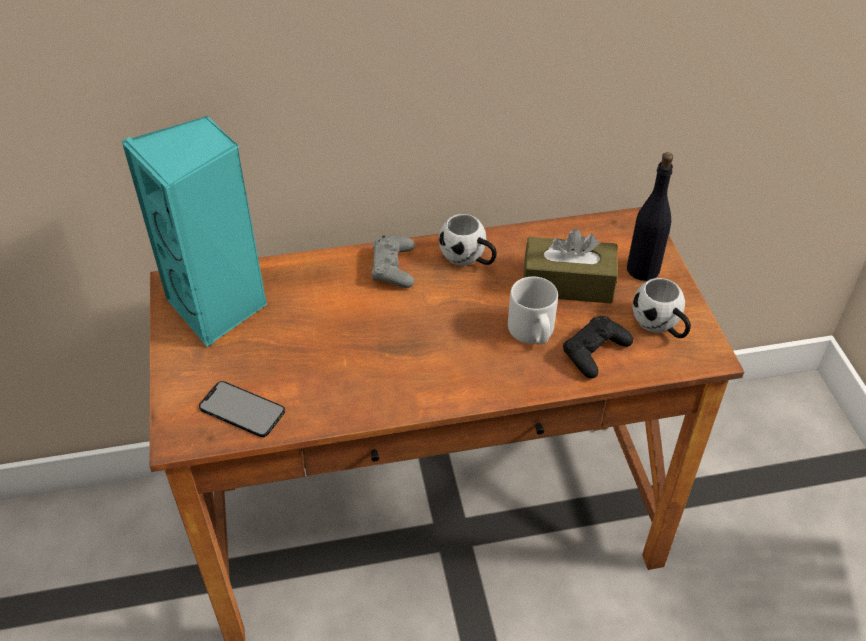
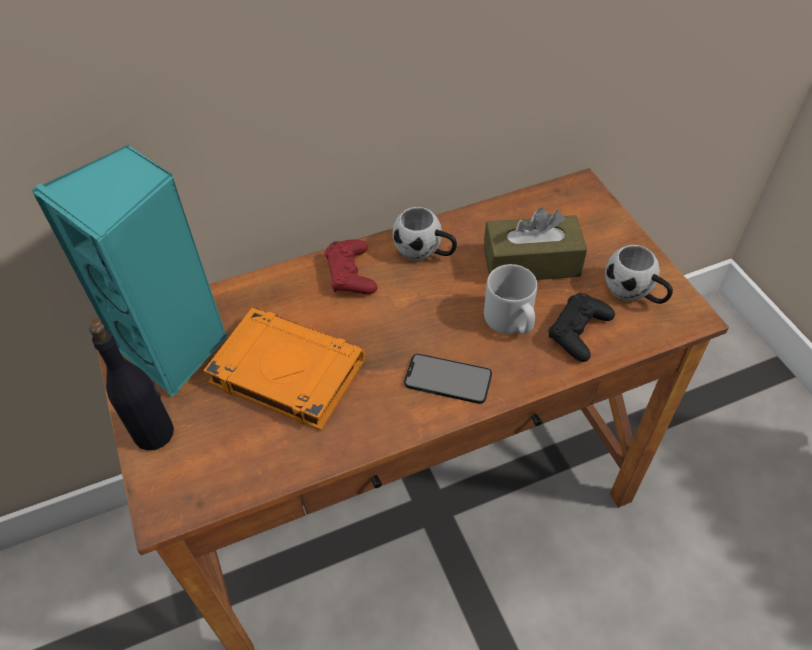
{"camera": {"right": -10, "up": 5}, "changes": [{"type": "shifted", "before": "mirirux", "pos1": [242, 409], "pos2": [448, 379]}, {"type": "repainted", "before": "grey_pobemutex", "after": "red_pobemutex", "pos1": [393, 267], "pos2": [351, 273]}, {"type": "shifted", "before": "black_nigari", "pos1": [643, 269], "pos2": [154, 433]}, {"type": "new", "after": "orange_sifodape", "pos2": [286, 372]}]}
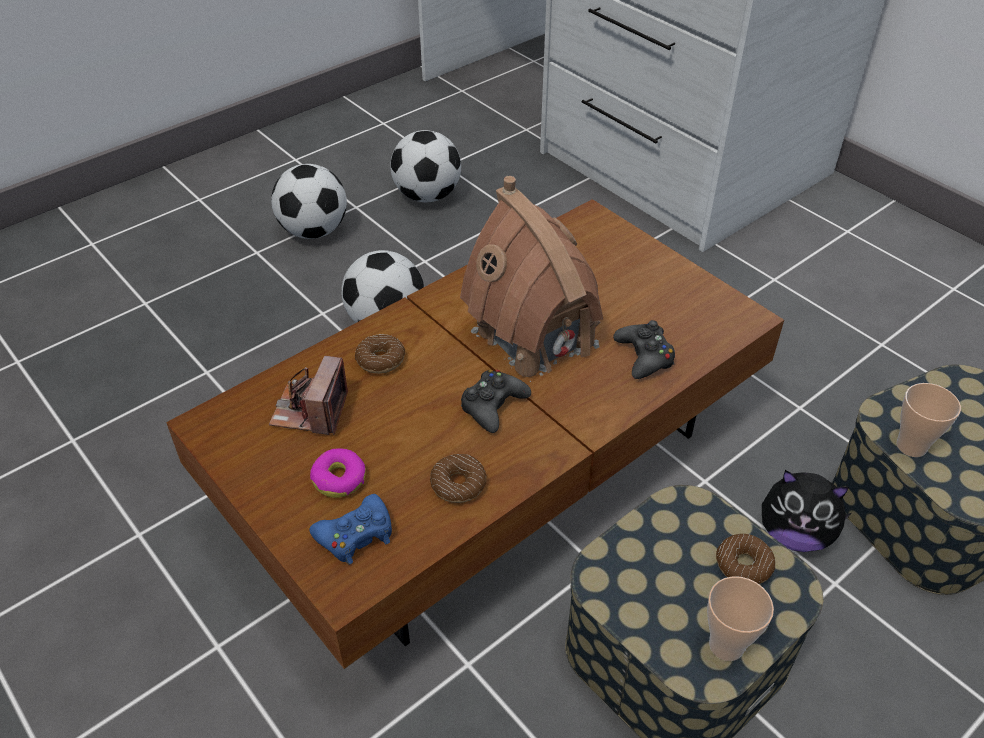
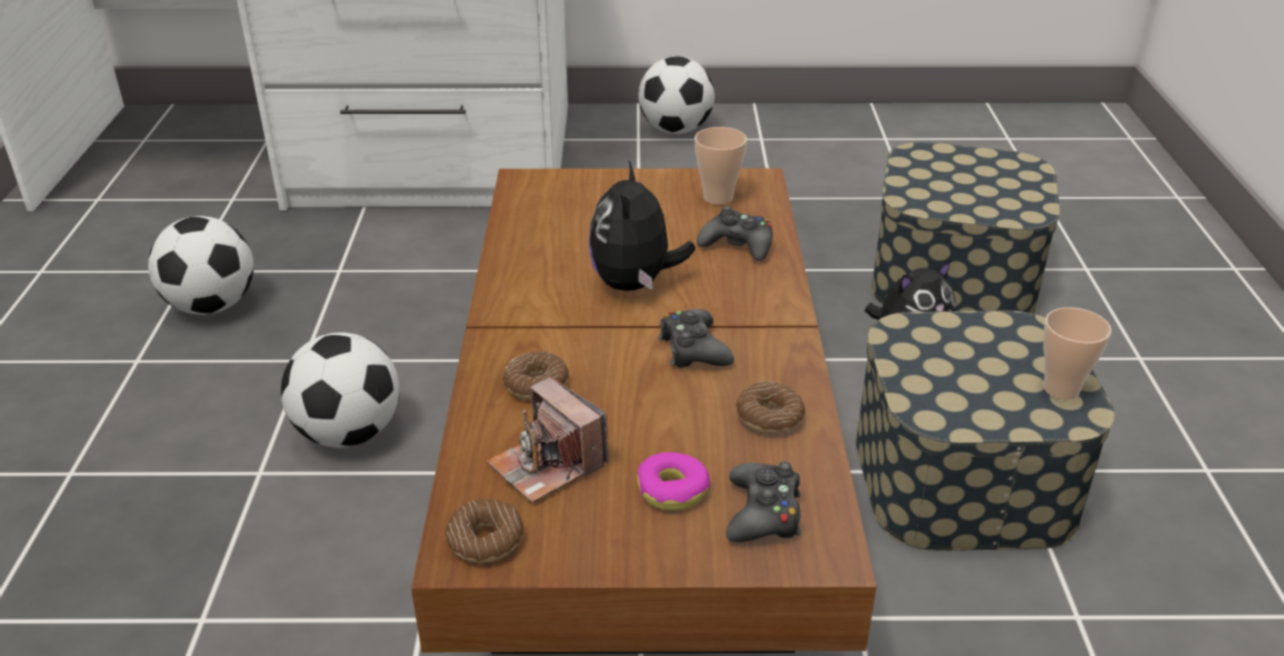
{"camera": {"right": -50, "up": -10}, "changes": [{"type": "shifted", "before": "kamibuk", "pos1": [314, 231], "pos2": [675, 130]}, {"type": "repainted", "before": "blue_pobemutex", "after": "black_pobemutex", "pos1": [356, 535], "pos2": [763, 513]}, {"type": "swapped", "before": "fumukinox", "after": "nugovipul", "pos1": [534, 337], "pos2": [635, 284]}, {"type": "shifted", "before": "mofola", "pos1": [743, 565], "pos2": [485, 540]}, {"type": "shifted", "before": "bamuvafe", "pos1": [911, 446], "pos2": [718, 198]}]}
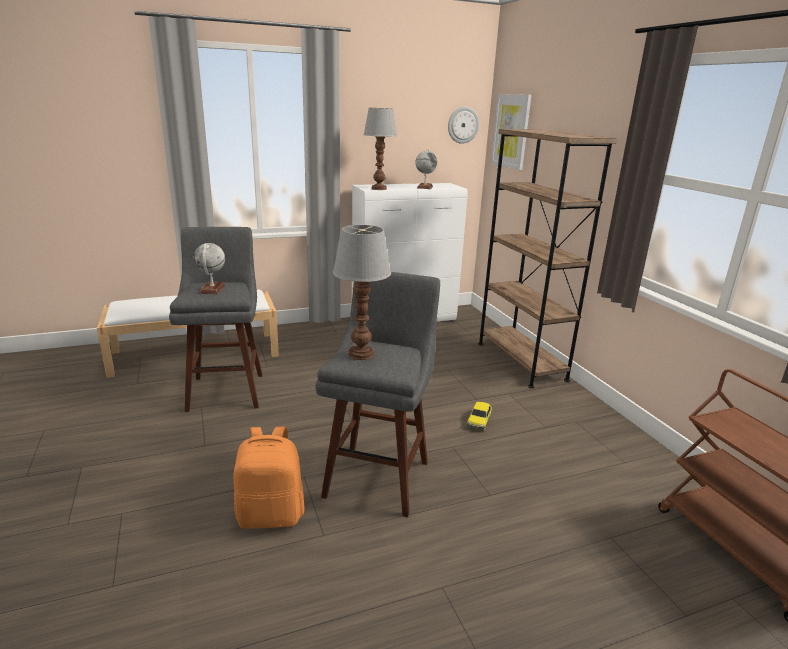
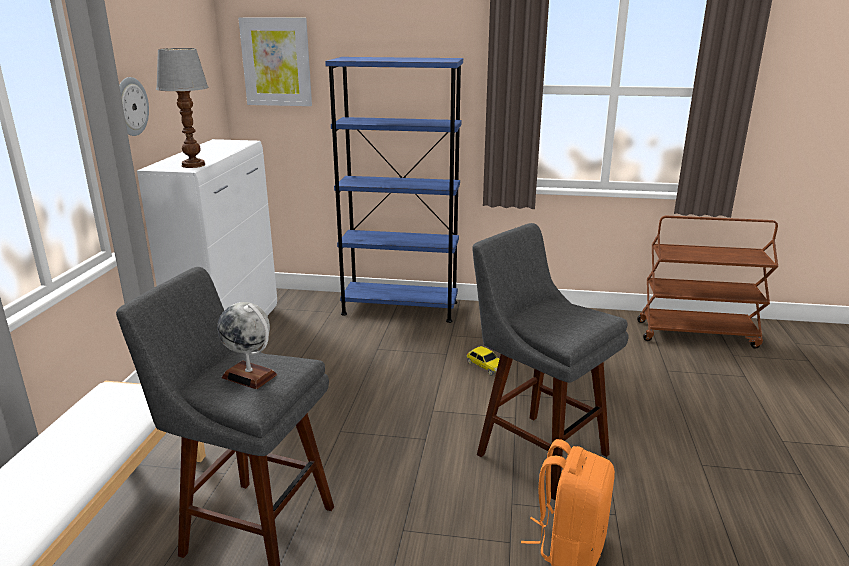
{"camera": {"right": -60, "up": 0}, "changes": [{"type": "gone", "before": "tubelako", "pos1": [361, 354]}, {"type": "gone", "before": "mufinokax", "pos1": [425, 187]}, {"type": "shifted", "before": "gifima", "pos1": [463, 125], "pos2": [130, 106]}, {"type": "repainted", "before": "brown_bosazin", "after": "blue_bosazin", "pos1": [521, 361], "pos2": [400, 308]}]}
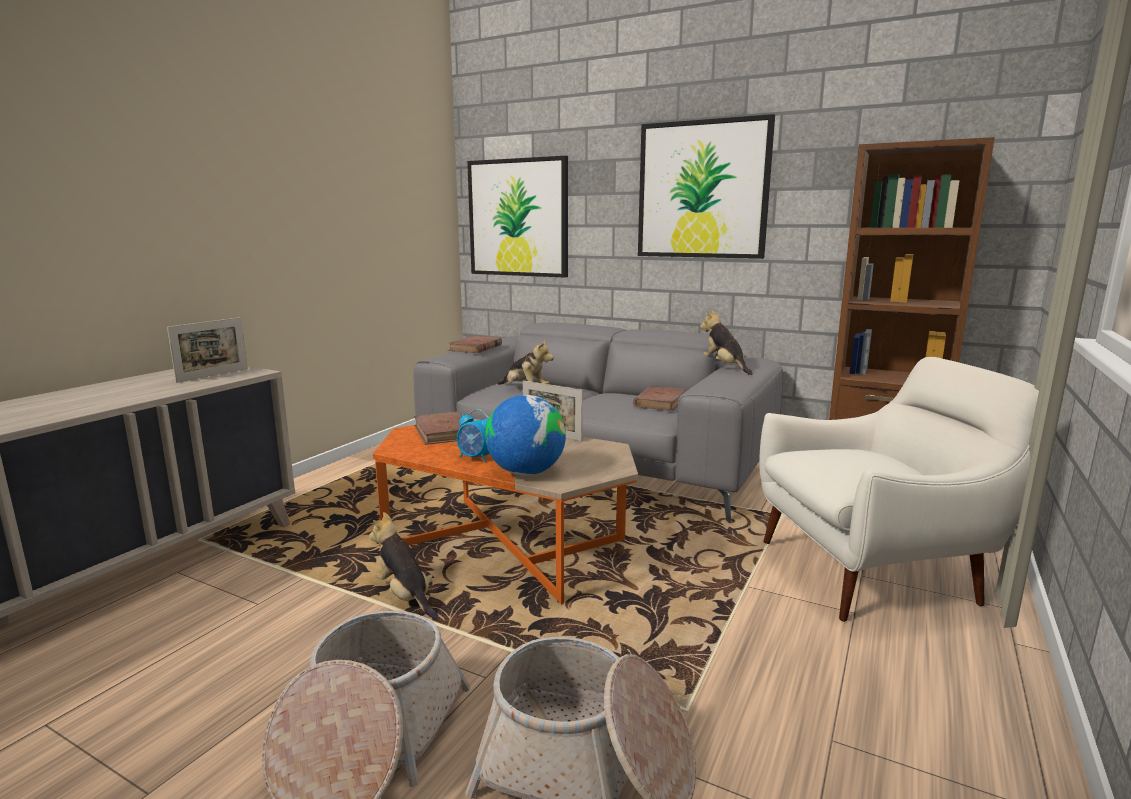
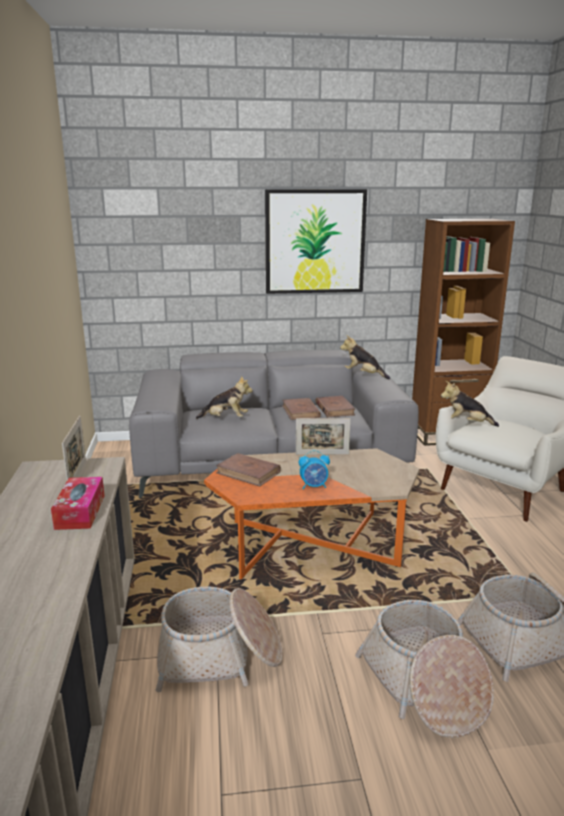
{"camera": {"right": -35, "up": 5}, "changes": [{"type": "shifted", "before": "nugovipul", "pos1": [405, 596], "pos2": [466, 424]}, {"type": "shifted", "before": "brown_sifodape", "pos1": [475, 348], "pos2": [300, 411]}, {"type": "gone", "before": "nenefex", "pos1": [518, 218]}, {"type": "gone", "before": "mufinokax", "pos1": [526, 472]}, {"type": "new", "after": "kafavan", "pos2": [80, 512]}, {"type": "new", "after": "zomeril", "pos2": [219, 656]}]}
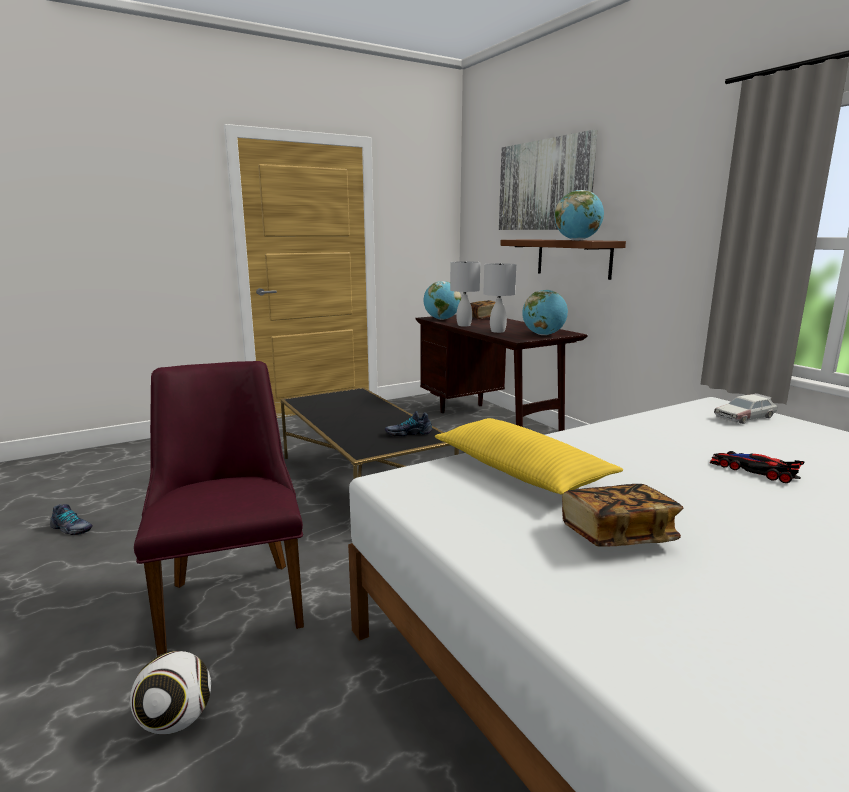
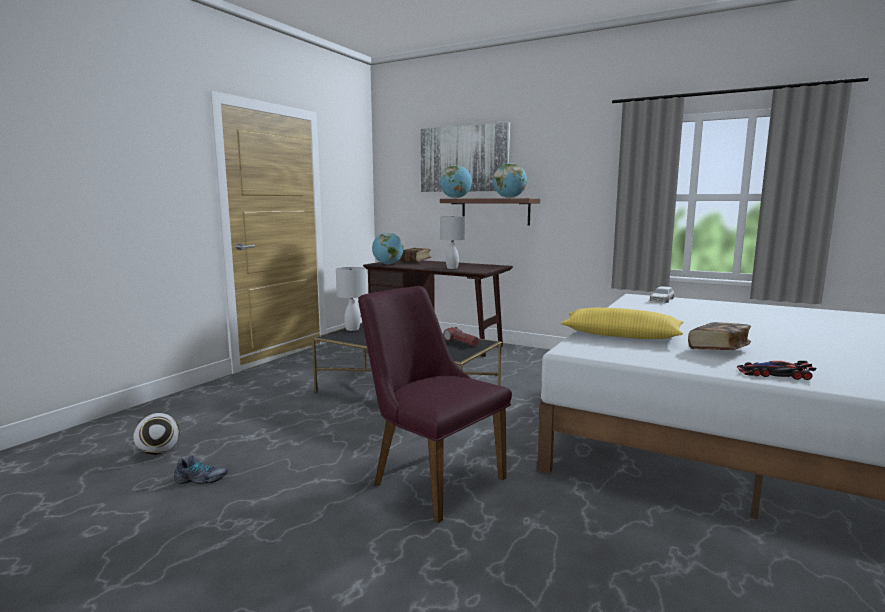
{"camera": {"right": -30, "up": -5}, "changes": [{"type": "shifted", "before": "kamibuk", "pos1": [176, 721], "pos2": [159, 452]}, {"type": "swapped", "before": "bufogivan", "after": "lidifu", "pos1": [408, 433], "pos2": [461, 342]}, {"type": "shifted", "before": "white_tubelako", "pos1": [464, 325], "pos2": [352, 329]}, {"type": "shifted", "before": "mufinokax", "pos1": [543, 335], "pos2": [456, 198]}, {"type": "shifted", "before": "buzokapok", "pos1": [753, 470], "pos2": [773, 374]}]}
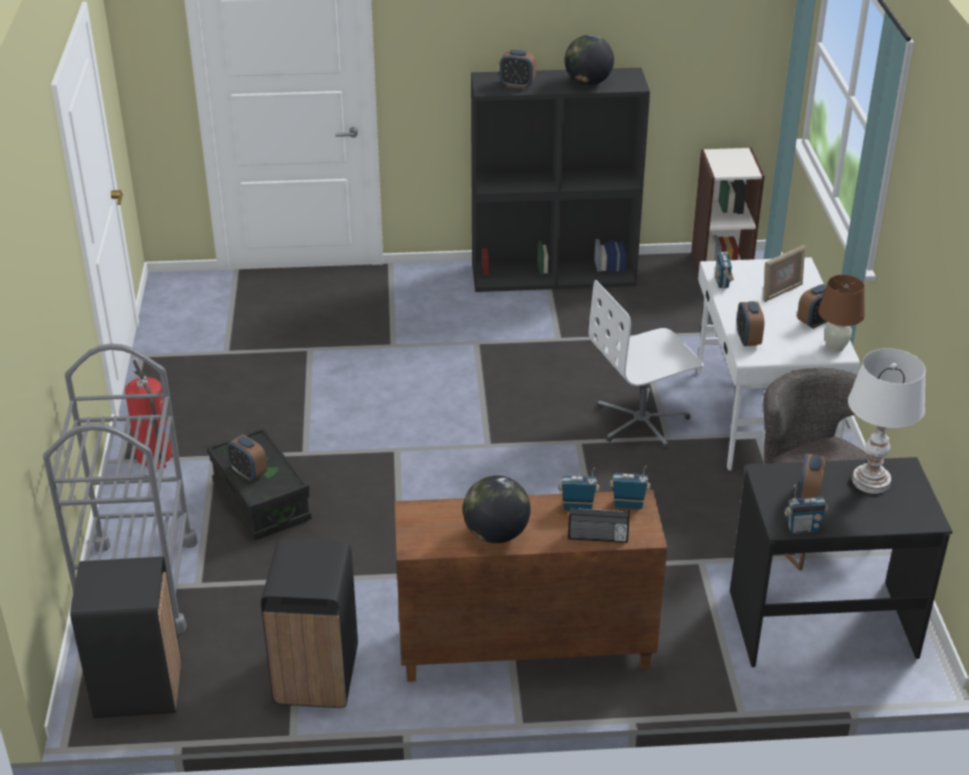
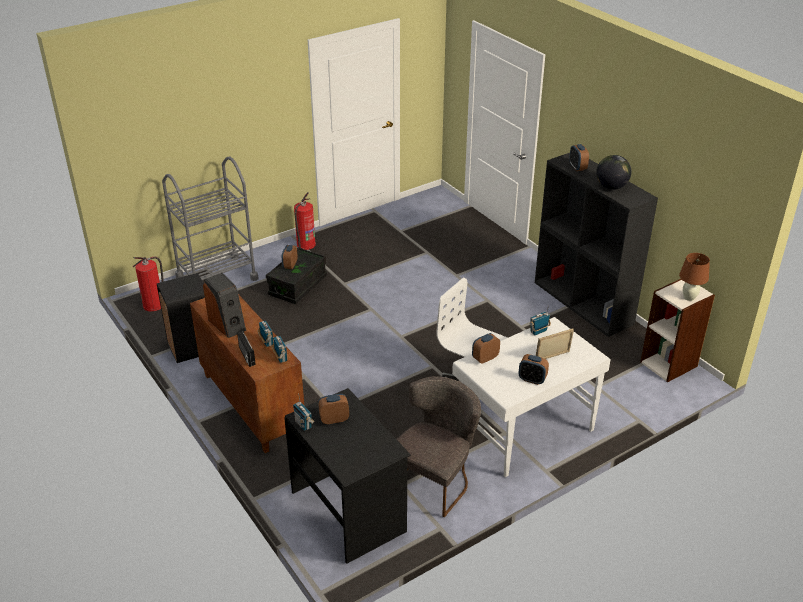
{"camera": {"right": 60, "up": 0}, "changes": [{"type": "swapped", "before": "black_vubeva", "after": "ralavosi", "pos1": [139, 691], "pos2": [154, 305]}, {"type": "swapped", "before": "mufinokax", "after": "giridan", "pos1": [496, 534], "pos2": [227, 324]}, {"type": "rotated", "before": "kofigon", "pos1": [781, 292], "pos2": [552, 357], "turn": 135}, {"type": "shifted", "before": "brown_tubelako", "pos1": [835, 347], "pos2": [689, 298]}, {"type": "gone", "before": "white_tubelako", "pos1": [871, 481]}]}
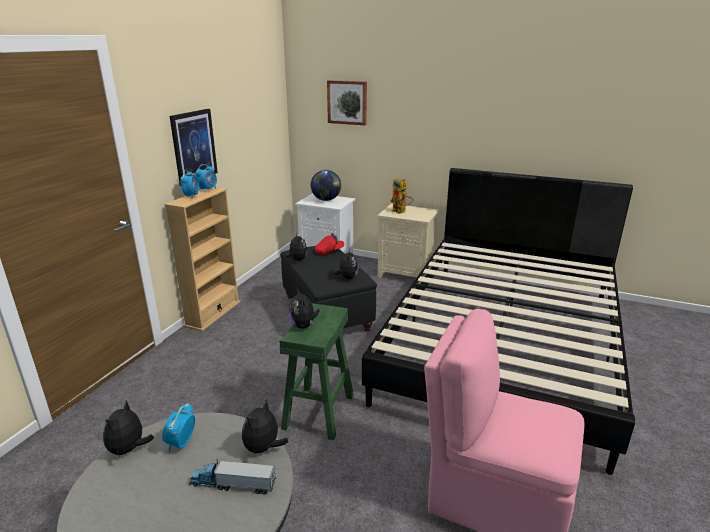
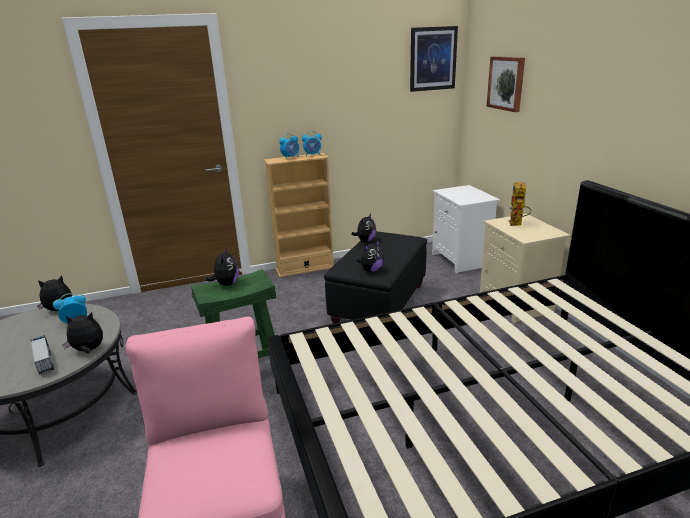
{"camera": {"right": 50, "up": 0}, "changes": [{"type": "shifted", "before": "nenefex", "pos1": [194, 146], "pos2": [433, 59]}, {"type": "rotated", "before": "nugovipul", "pos1": [304, 326], "pos2": [226, 284], "turn": 150}, {"type": "gone", "before": "mufinokax", "pos1": [326, 200]}, {"type": "gone", "before": "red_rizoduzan", "pos1": [329, 251]}]}
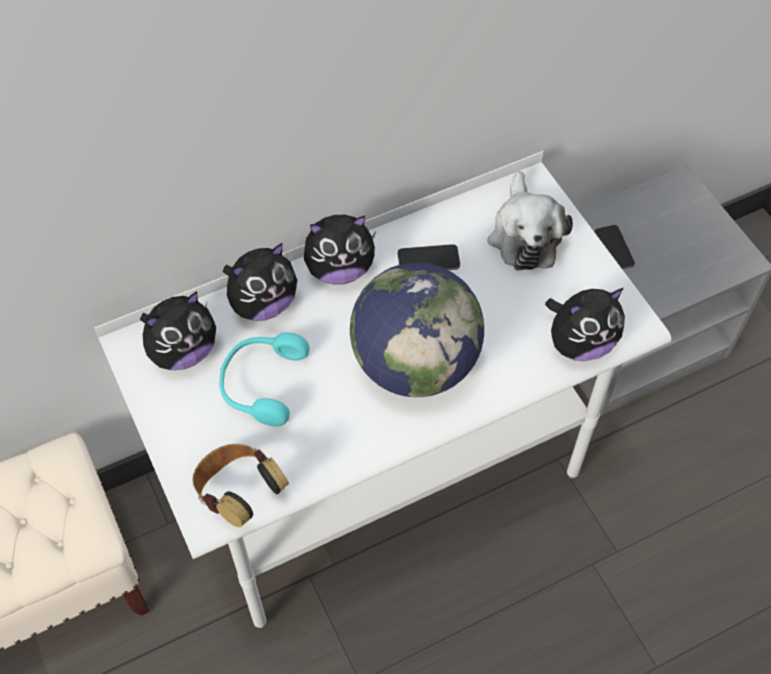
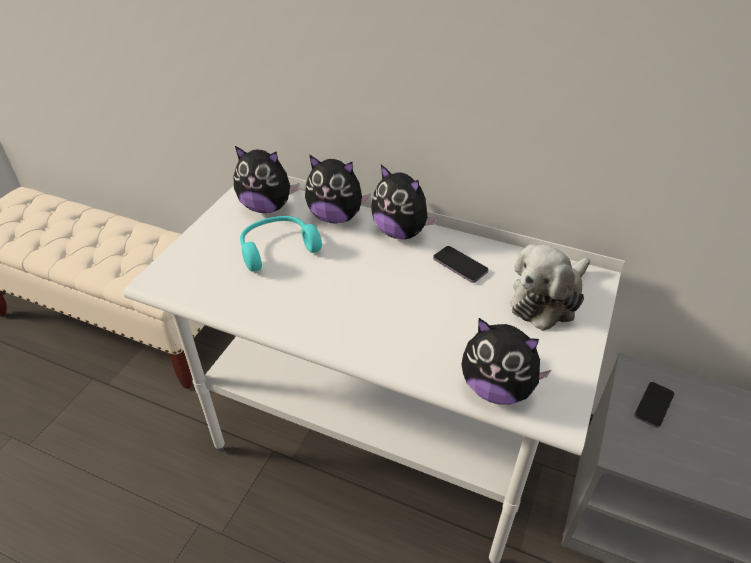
{"camera": {"right": 50, "up": -15}, "changes": [{"type": "gone", "before": "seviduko", "pos1": [239, 493]}, {"type": "gone", "before": "mufinokax", "pos1": [415, 364]}]}
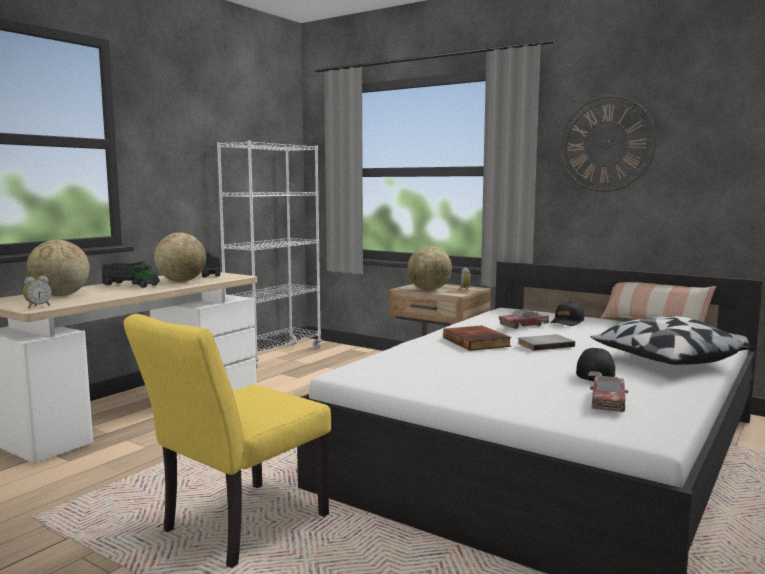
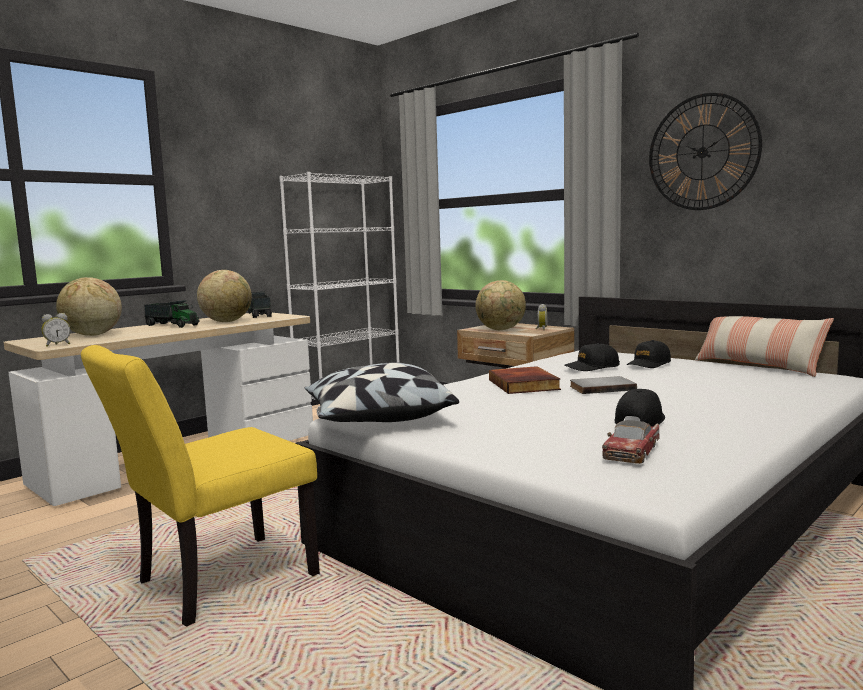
{"camera": {"right": 10, "up": 0}, "changes": [{"type": "swapped", "before": "buzokapok", "after": "black_rizoduzan", "pos1": [523, 325], "pos2": [592, 367]}, {"type": "shifted", "before": "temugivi", "pos1": [666, 362], "pos2": [377, 419]}]}
